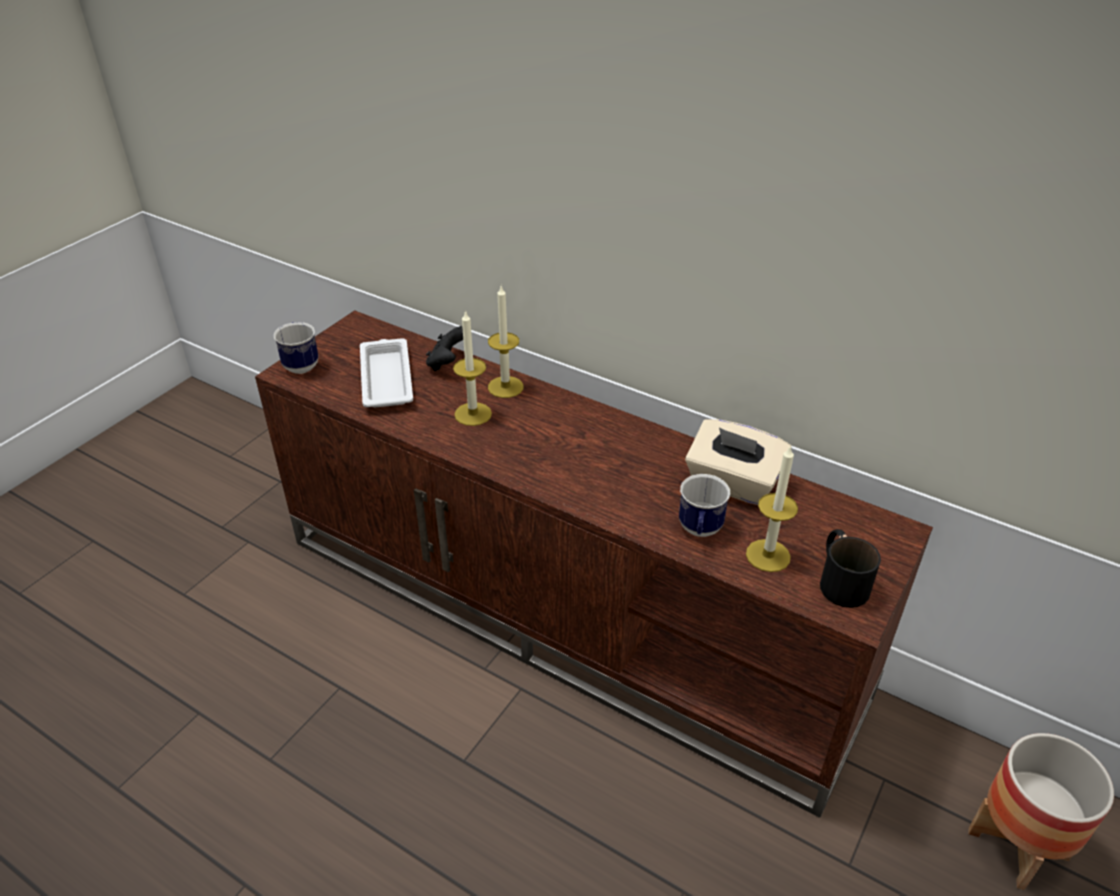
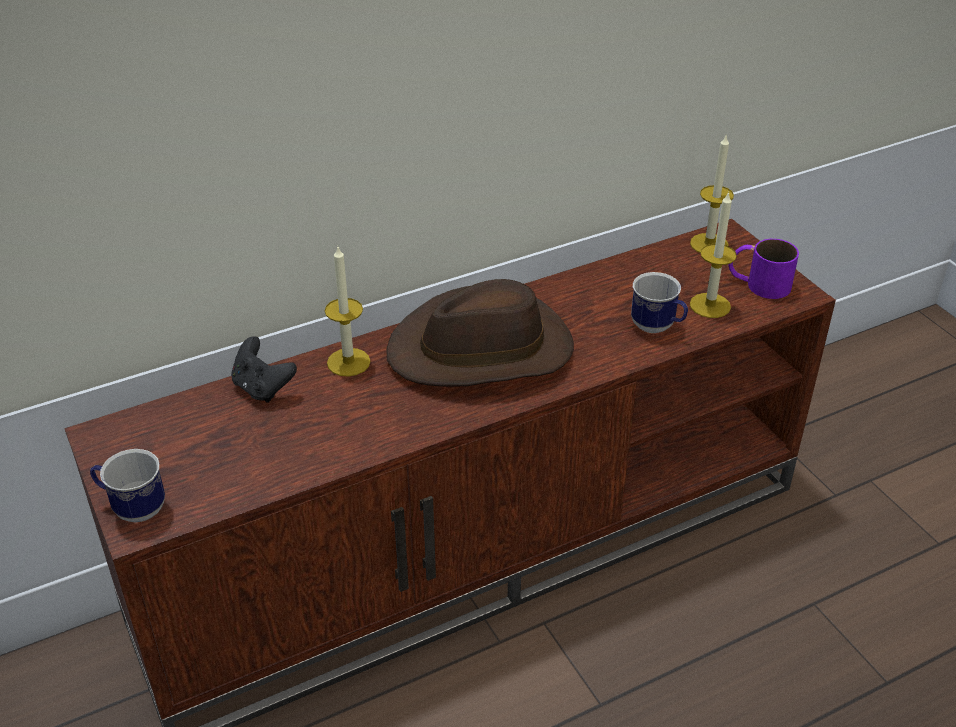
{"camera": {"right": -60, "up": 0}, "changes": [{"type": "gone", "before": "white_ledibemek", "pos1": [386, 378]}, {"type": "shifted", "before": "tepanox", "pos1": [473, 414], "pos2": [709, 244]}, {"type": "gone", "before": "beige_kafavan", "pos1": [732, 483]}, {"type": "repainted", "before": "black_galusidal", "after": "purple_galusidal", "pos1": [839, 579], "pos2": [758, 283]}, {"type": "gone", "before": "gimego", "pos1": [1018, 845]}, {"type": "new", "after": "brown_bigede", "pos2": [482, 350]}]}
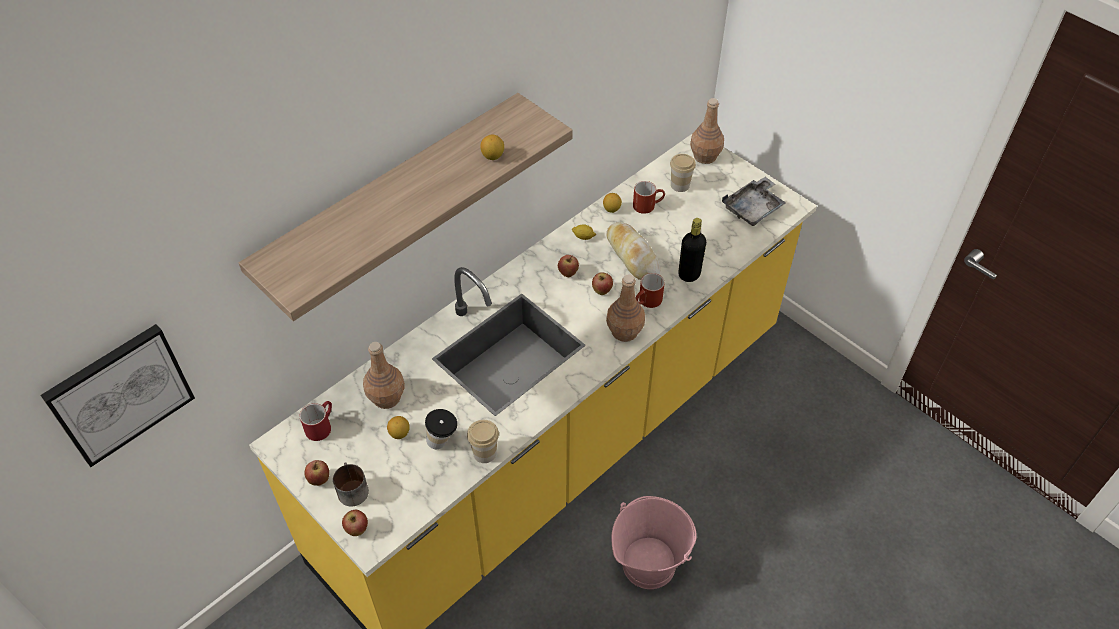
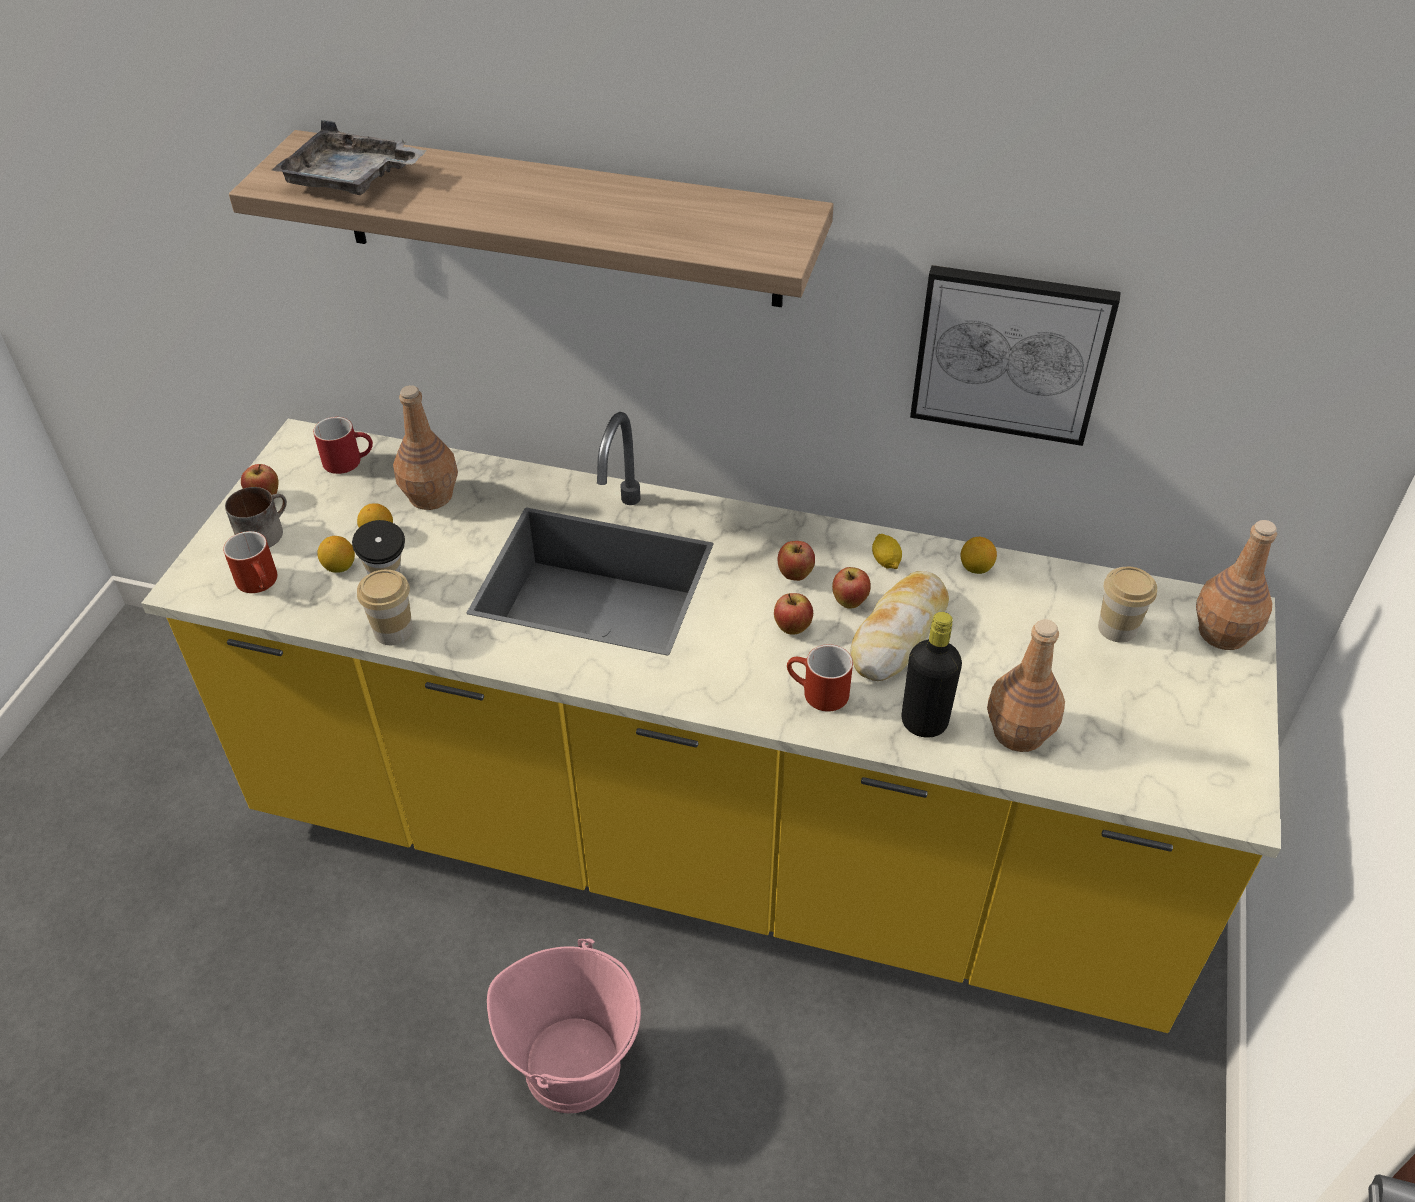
{"camera": {"right": 60, "up": -5}, "changes": [{"type": "shifted", "before": "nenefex", "pos1": [120, 393], "pos2": [1010, 353]}, {"type": "shifted", "before": "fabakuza", "pos1": [357, 530], "pos2": [849, 602]}, {"type": "shifted", "before": "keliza", "pos1": [493, 156], "pos2": [340, 567]}, {"type": "shifted", "before": "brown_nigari", "pos1": [624, 331], "pos2": [1018, 732]}, {"type": "shifted", "before": "red_galusidal", "pos1": [648, 205], "pos2": [261, 583]}, {"type": "shifted", "before": "grey_ledibemek", "pos1": [753, 208], "pos2": [351, 179]}]}
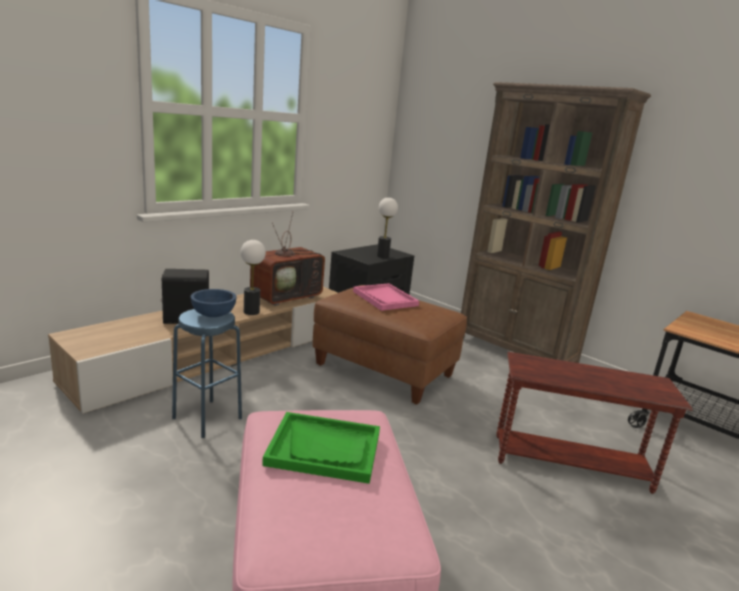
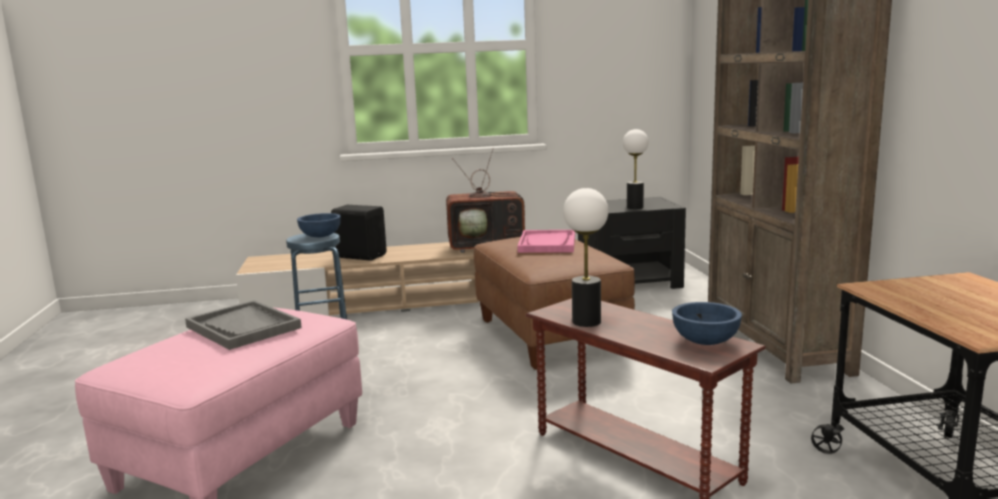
{"camera": {"right": 40, "up": -5}, "changes": [{"type": "shifted", "before": "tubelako", "pos1": [251, 312], "pos2": [586, 322]}, {"type": "repainted", "before": "green_ledibemek", "after": "grey_ledibemek", "pos1": [324, 449], "pos2": [243, 327]}, {"type": "new", "after": "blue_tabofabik", "pos2": [705, 341]}]}
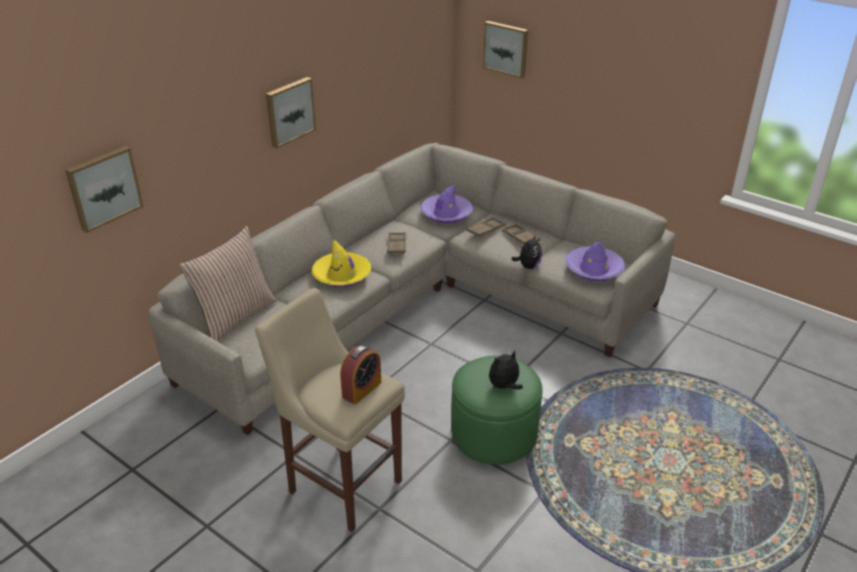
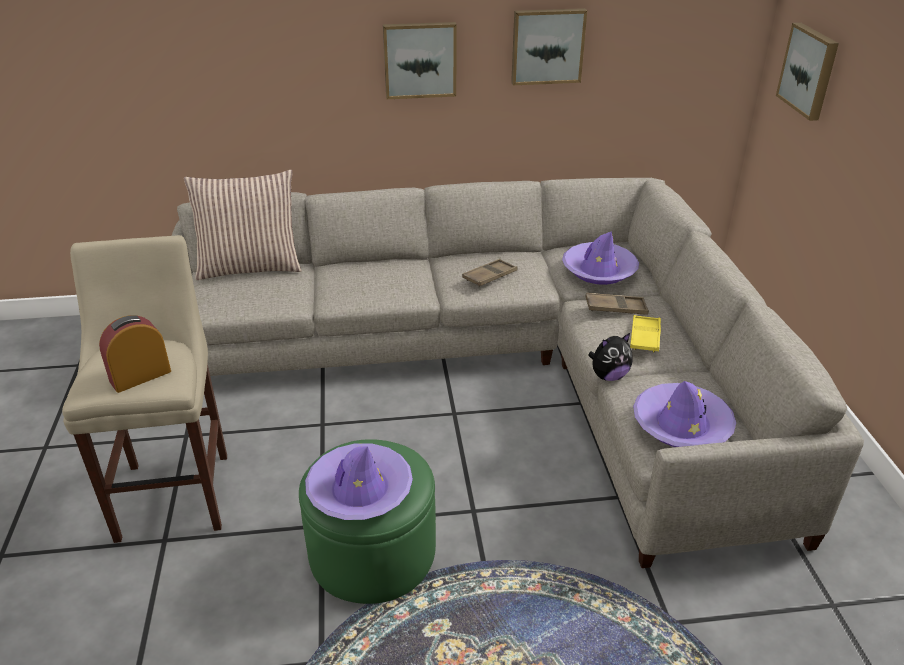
{"camera": {"right": 45, "up": 0}, "changes": [{"type": "shifted", "before": "nenefex", "pos1": [103, 188], "pos2": [547, 46]}, {"type": "gone", "before": "yellow_bigede", "pos1": [342, 275]}, {"type": "rotated", "before": "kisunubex", "pos1": [361, 389], "pos2": [140, 376], "turn": 150}, {"type": "swapped", "before": "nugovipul", "after": "purple_bigede", "pos1": [504, 386], "pos2": [359, 490]}, {"type": "repainted", "before": "brown_ledibemek", "after": "yellow_ledibemek", "pos1": [520, 237], "pos2": [645, 337]}]}
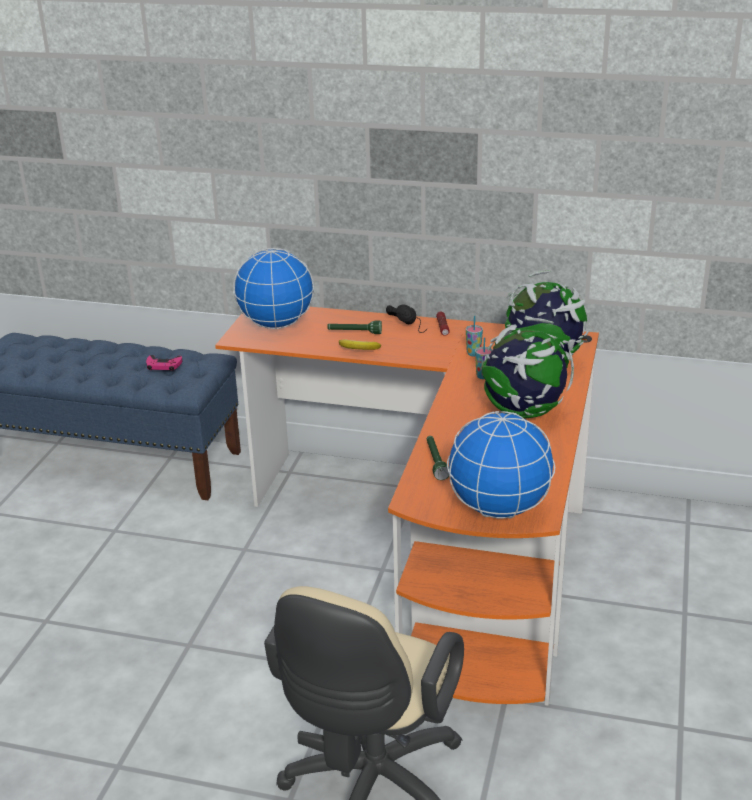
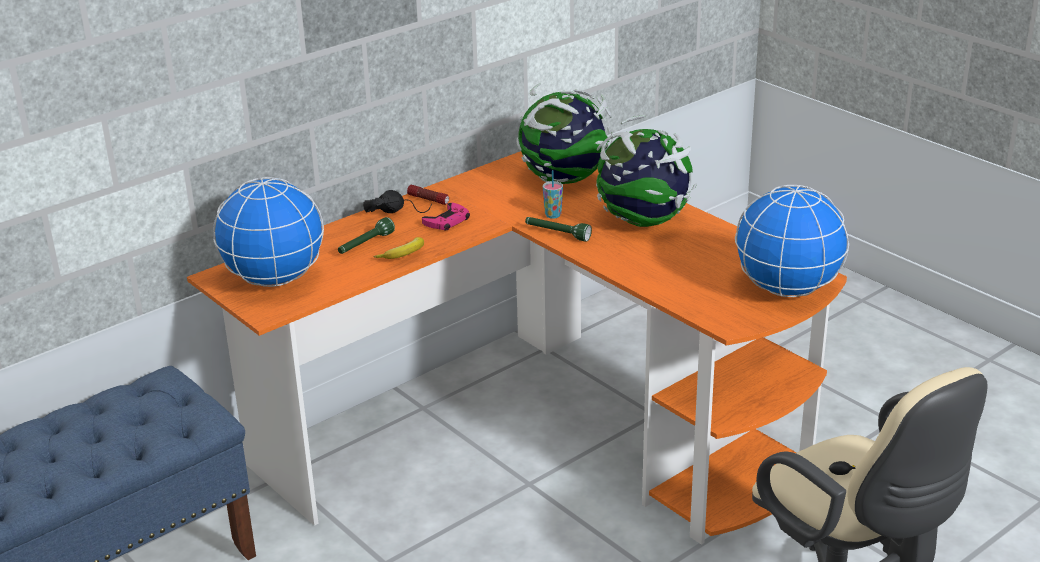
{"camera": {"right": -55, "up": 0}, "changes": [{"type": "shifted", "before": "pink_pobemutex", "pos1": [163, 366], "pos2": [447, 221]}, {"type": "shifted", "before": "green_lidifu", "pos1": [435, 462], "pos2": [557, 234]}, {"type": "gone", "before": "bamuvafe", "pos1": [473, 353]}]}
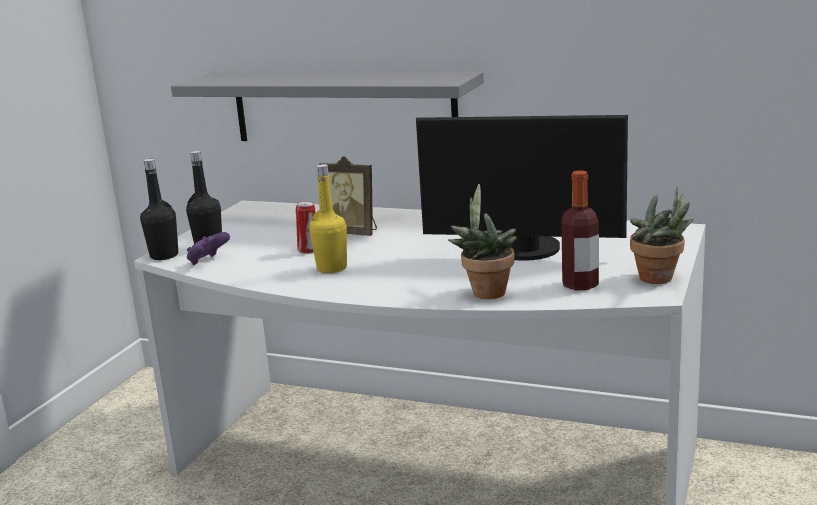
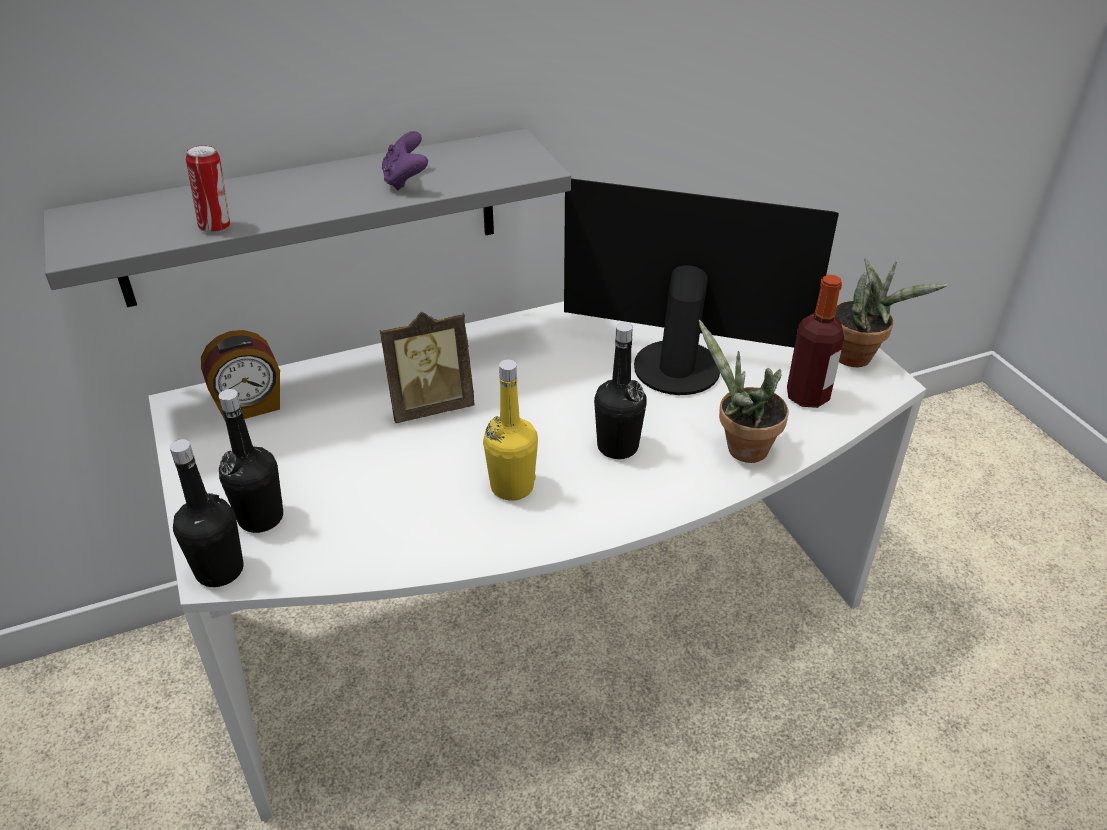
{"camera": {"right": -45, "up": 20}, "changes": [{"type": "shifted", "before": "purple_pobemutex", "pos1": [208, 261], "pos2": [405, 181]}, {"type": "shifted", "before": "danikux", "pos1": [308, 251], "pos2": [217, 226]}, {"type": "rotated", "before": "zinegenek", "pos1": [525, 251], "pos2": [678, 362], "turn": -135}, {"type": "new", "after": "kisunubex", "pos2": [250, 407]}, {"type": "new", "after": "black_nigari", "pos2": [617, 446]}]}
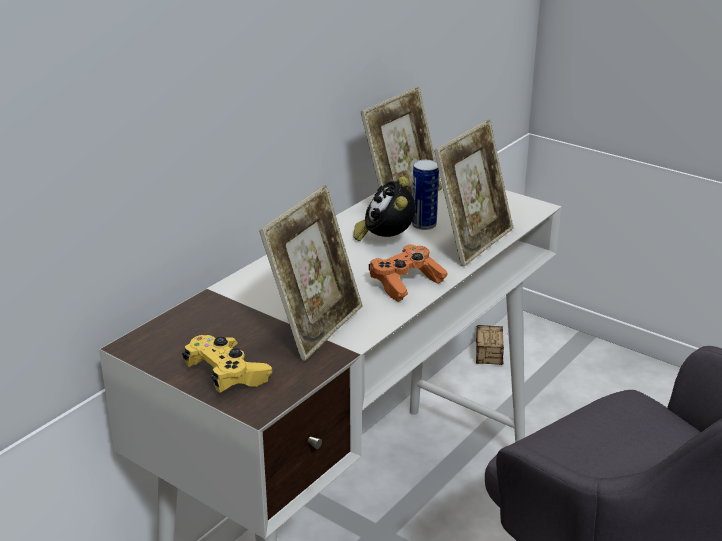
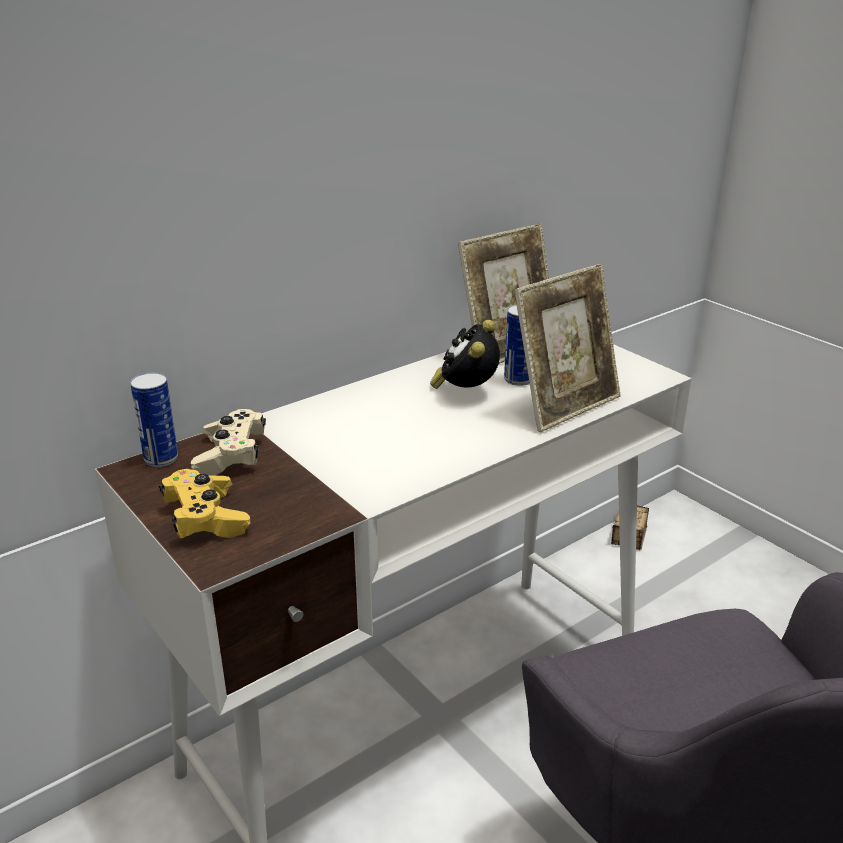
{"camera": {"right": 15, "up": 0}, "changes": [{"type": "gone", "before": "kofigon", "pos1": [316, 327]}, {"type": "gone", "before": "orange_pobemutex", "pos1": [406, 283]}, {"type": "new", "after": "danikux", "pos2": [161, 458]}, {"type": "new", "after": "beige_pobemutex", "pos2": [231, 456]}]}
